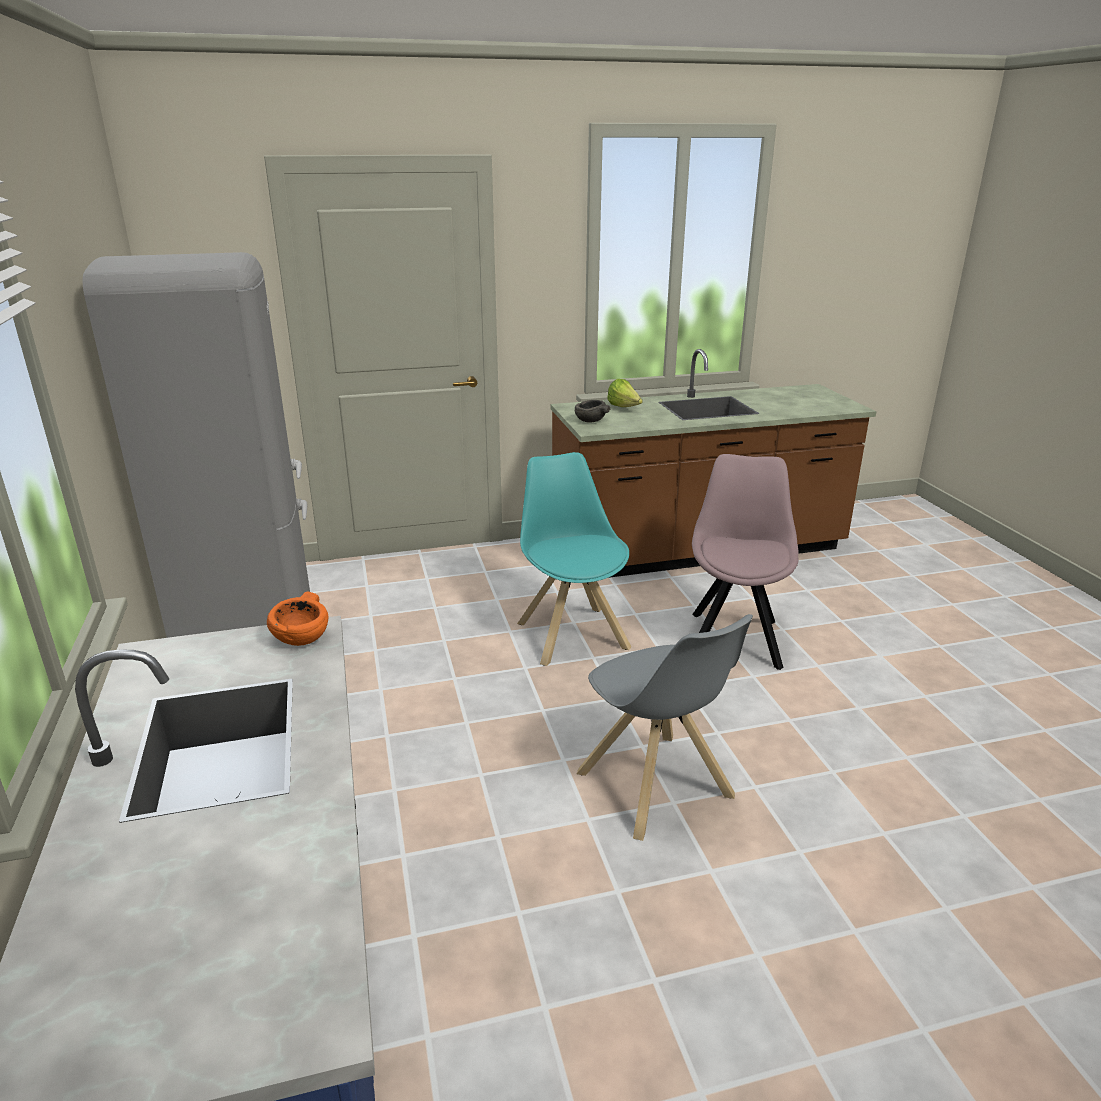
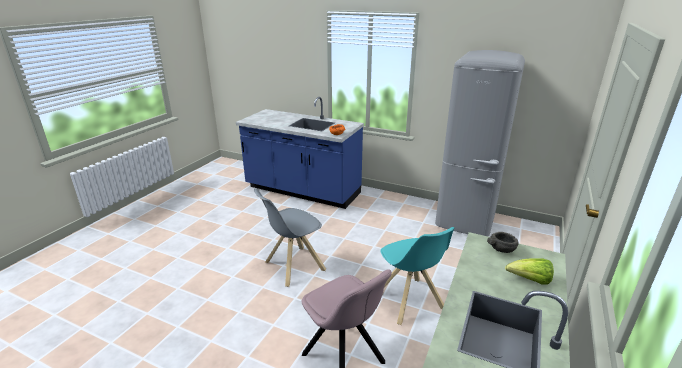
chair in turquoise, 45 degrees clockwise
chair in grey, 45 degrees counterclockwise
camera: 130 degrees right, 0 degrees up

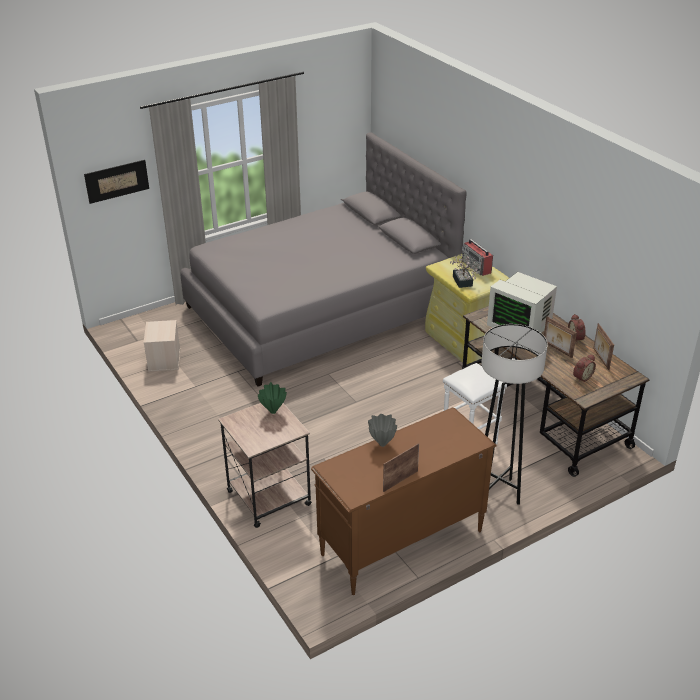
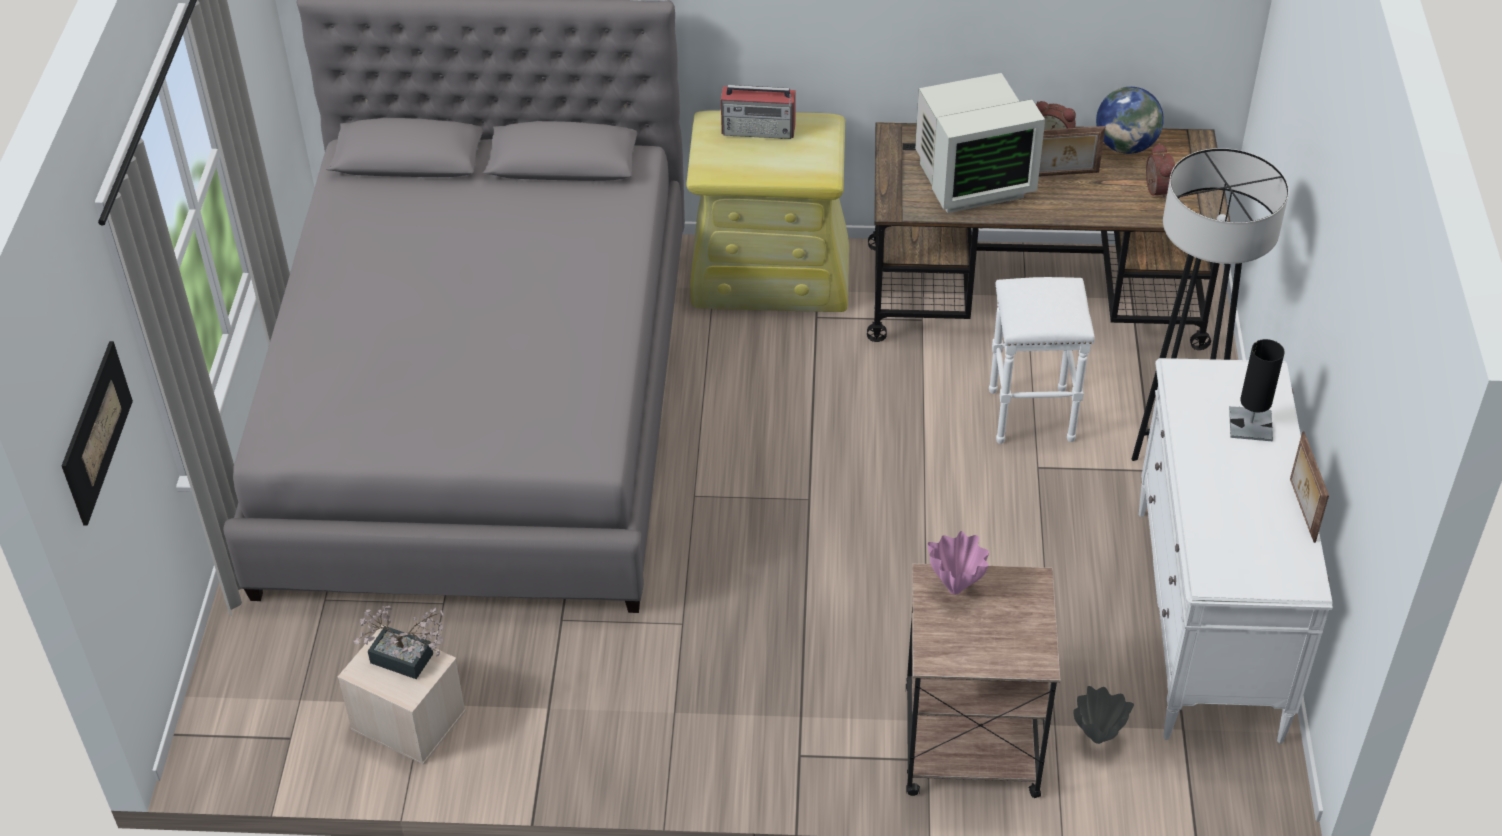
nothing => table lamp in black
vase in grey, shifted
potted plant, shifted
picture frame (no. 3 from left) => globe
vase in green => vase in pink
dresser in brown => dresser in white
camera: 55 degrees left, 10 degrees up

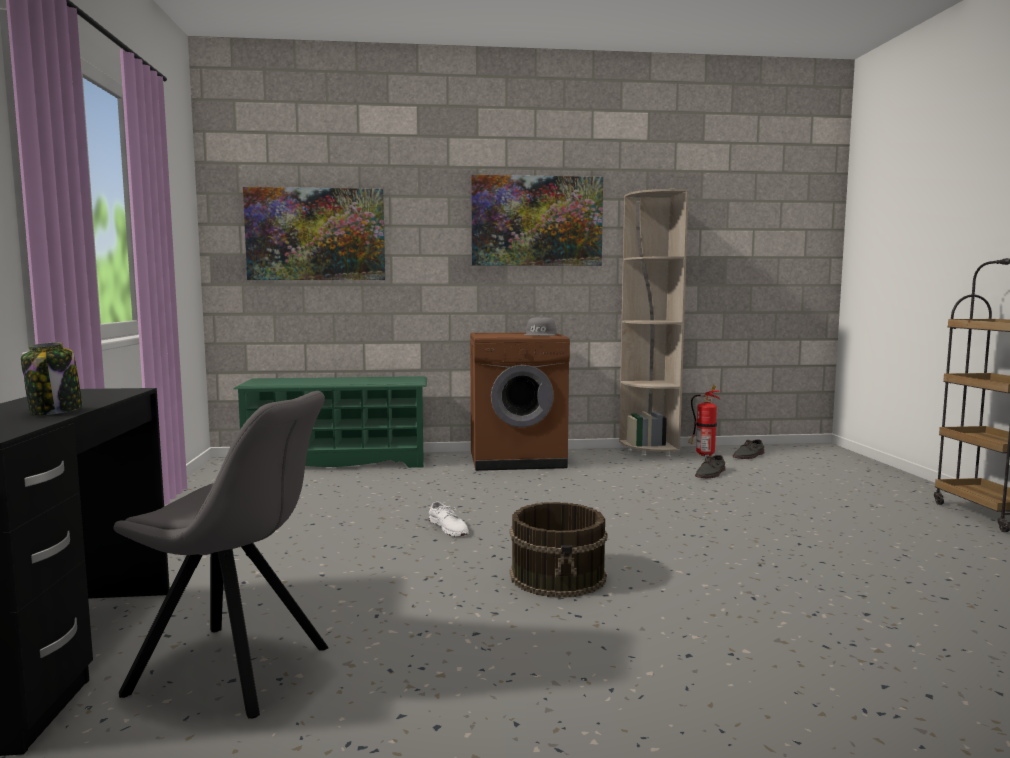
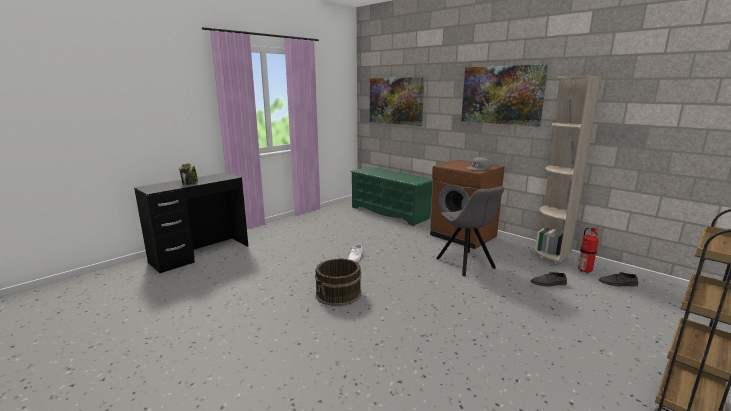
chair in grey, shifted
camera: 50 degrees right, 10 degrees up

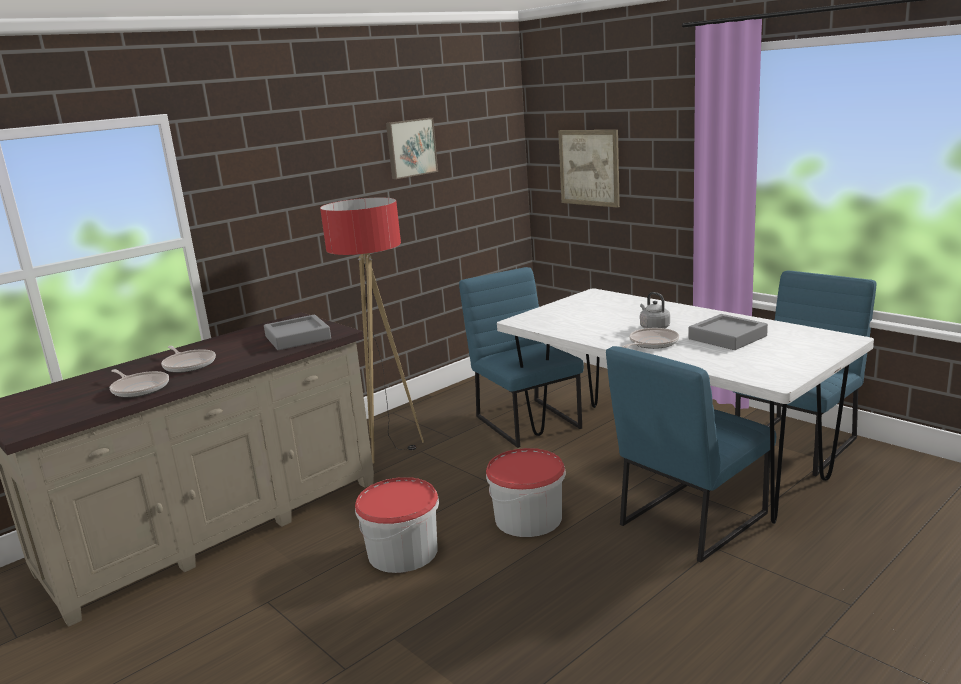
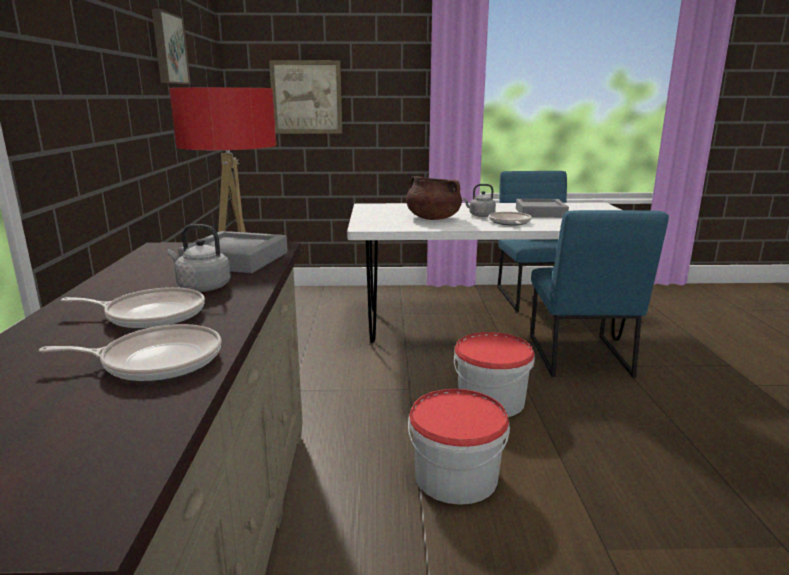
chair in blue (no. 1 from left) => nothing
nothing => kettle in grey (no. 1 from left)
nothing => cooking pot in brown
camera: 50 degrees left, 0 degrees up

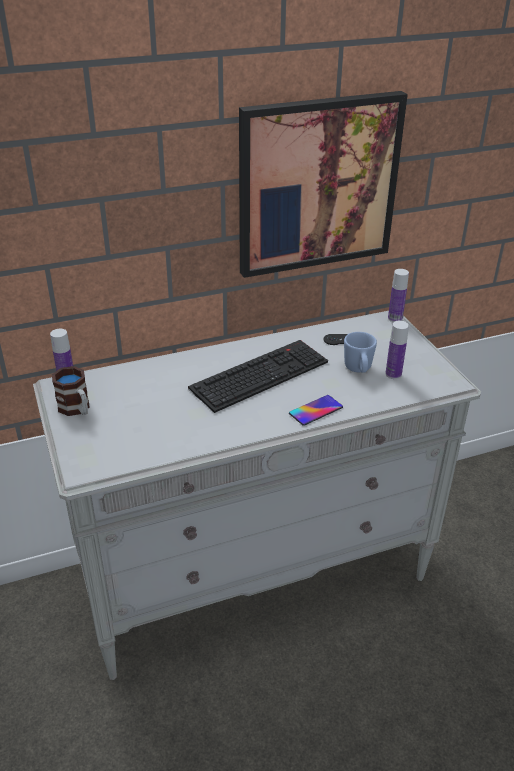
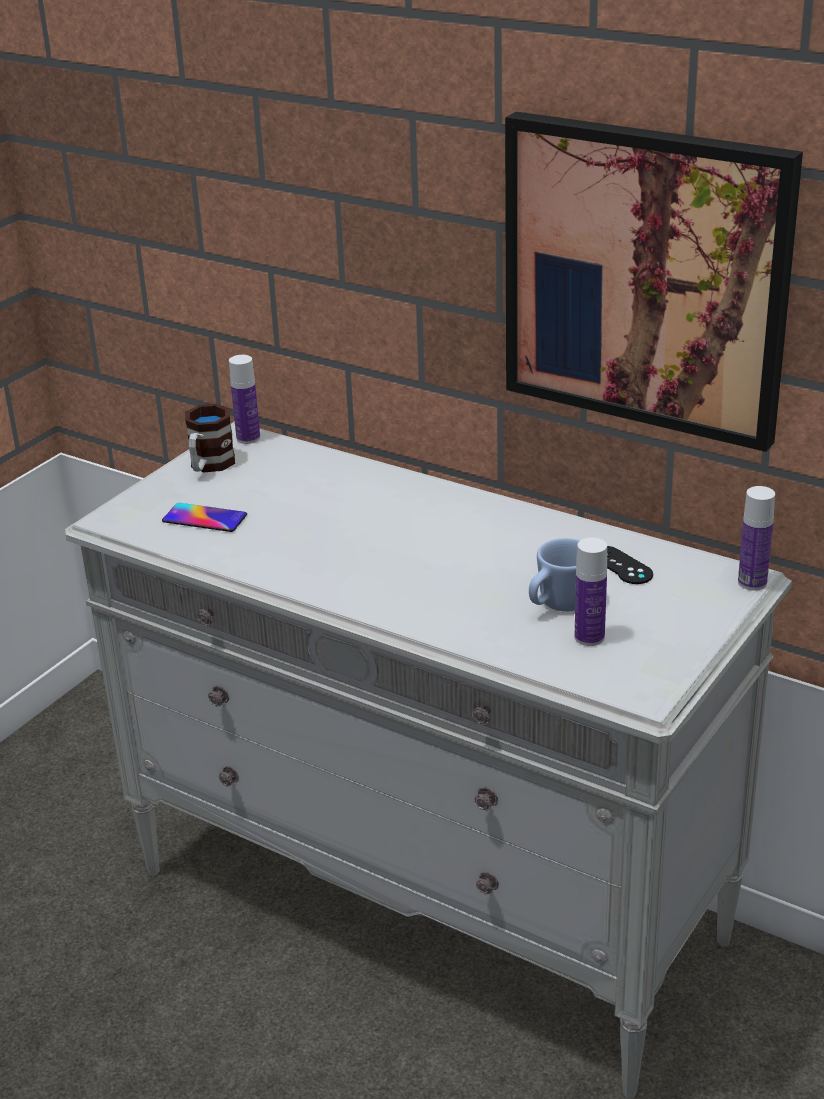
keyboard => nothing
phone, shifted
camera: 55 degrees right, 5 degrees down

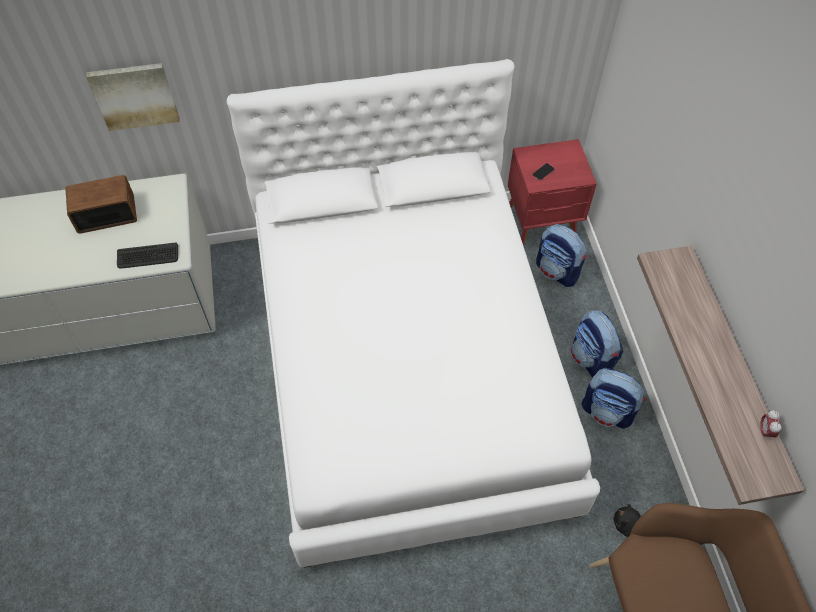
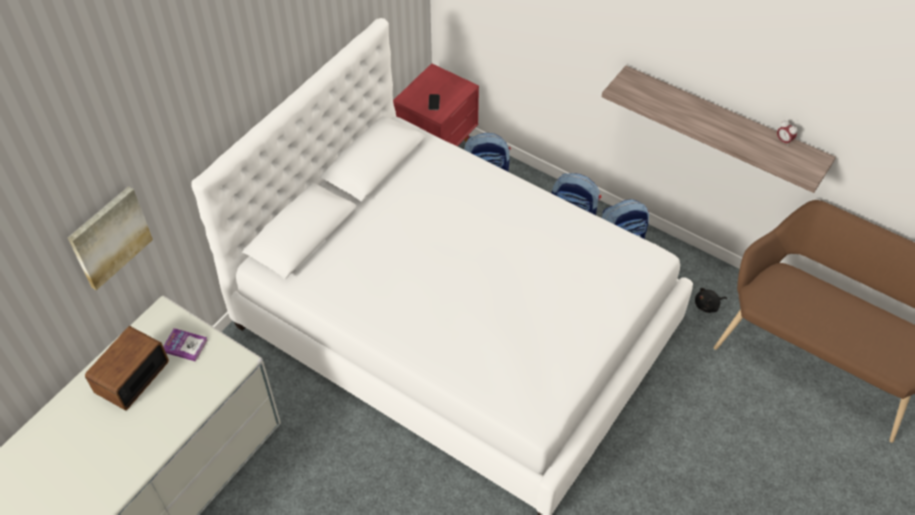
keyboard => nothing
nothing => book
camera: 45 degrees left, 5 degrees down

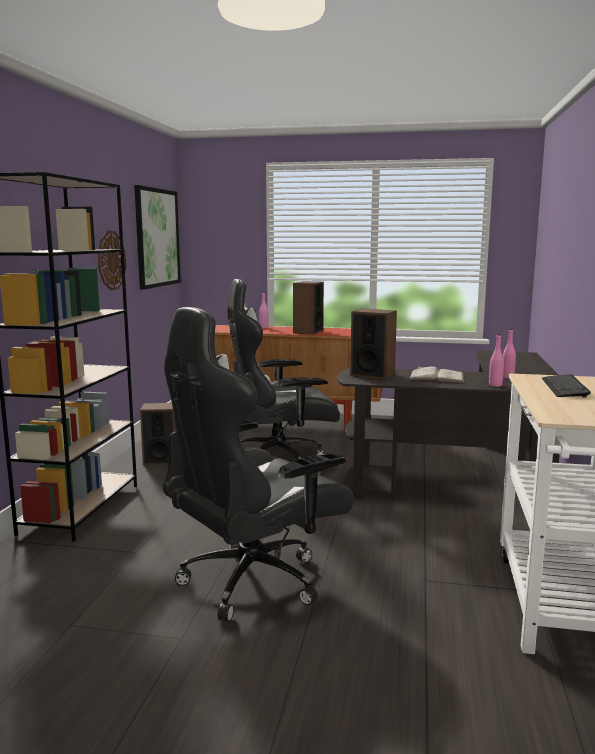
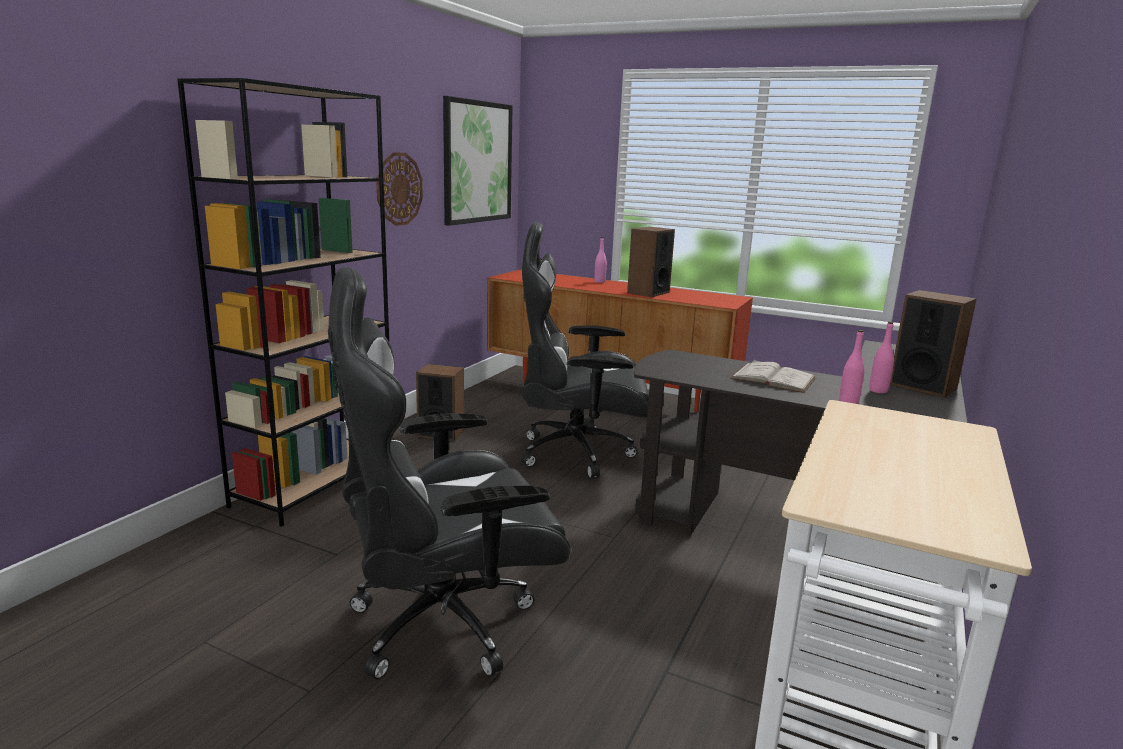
keyboard => nothing
speaker (no. 3 from left), shifted
camera: 15 degrees right, 5 degrees up

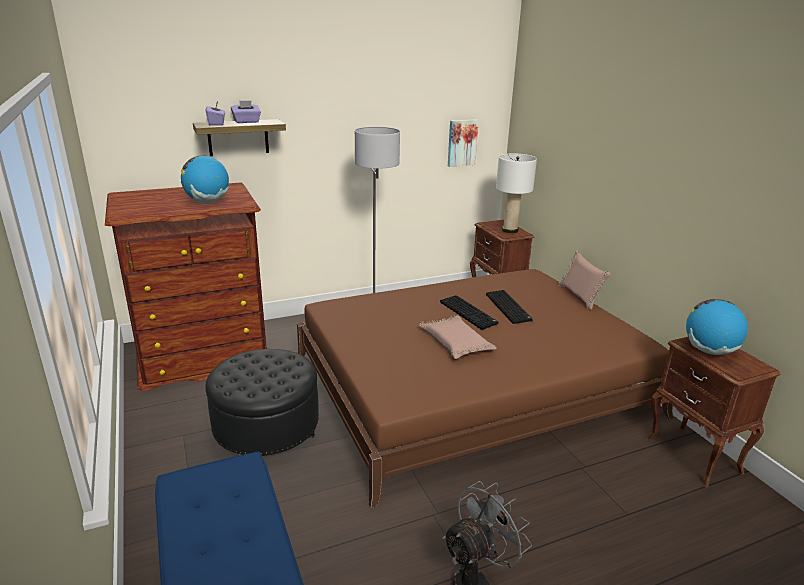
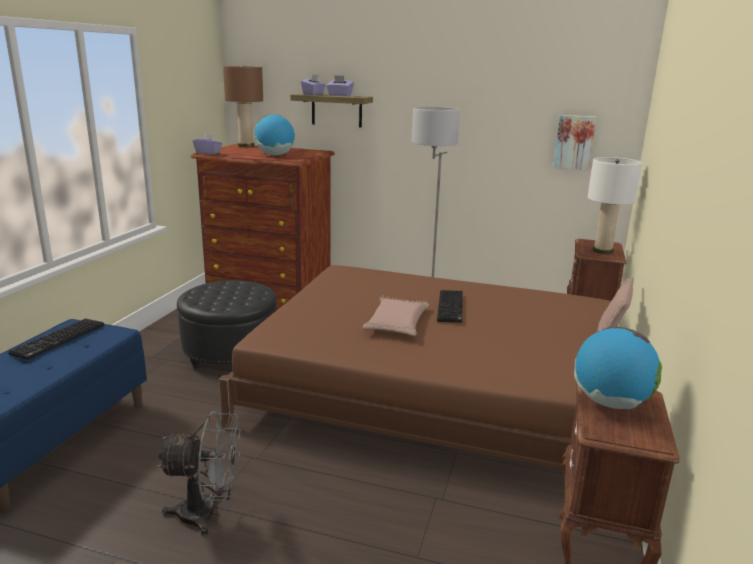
nothing => tissue box in purple (no. 1 from left)
nothing => table lamp in brown
keyboard (no. 2 from left in the first image) => keyboard (no. 1 from left), shifted
camera: 40 degrees right, 5 degrees down

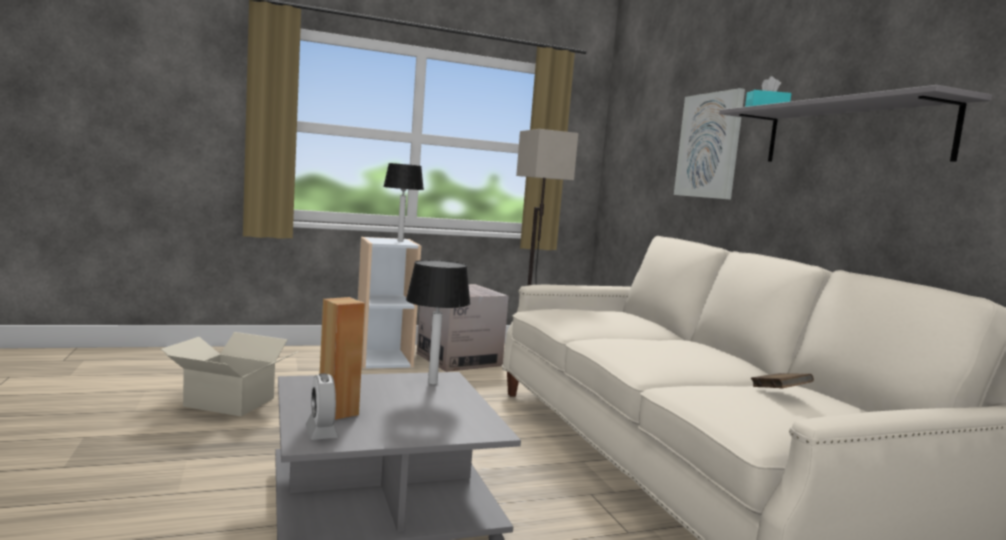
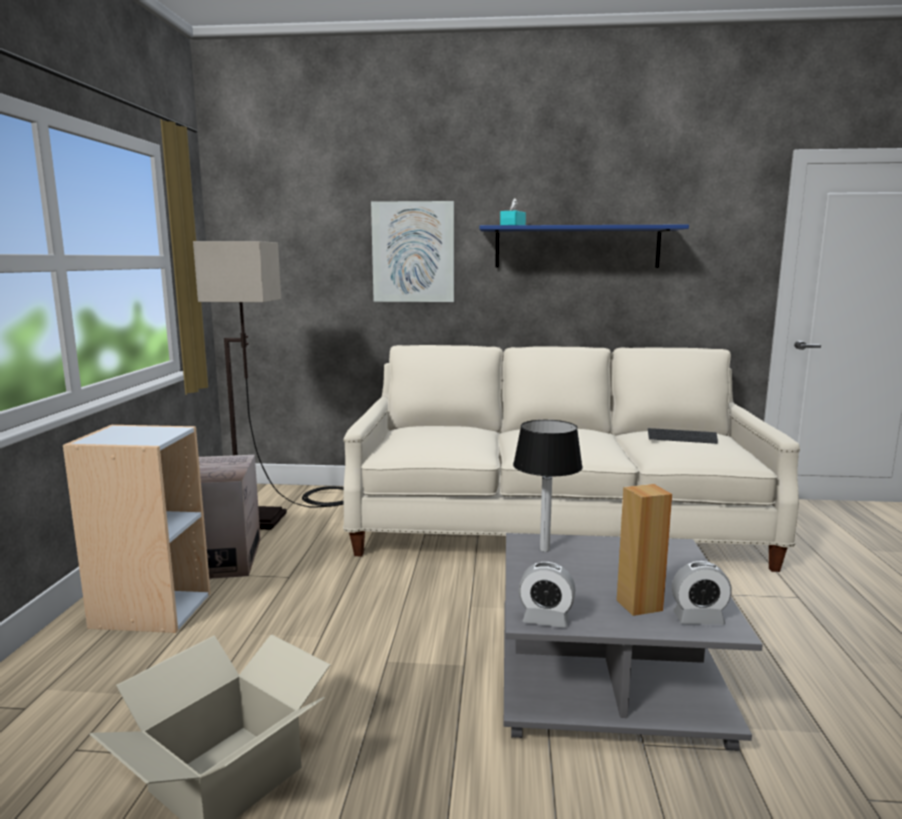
table lamp (no. 1 from left) => nothing
nothing => alarm clock (no. 1 from left)
book in brown => keyboard
shelf in grey => shelf in blue
camera: 65 degrees left, 5 degrees up

